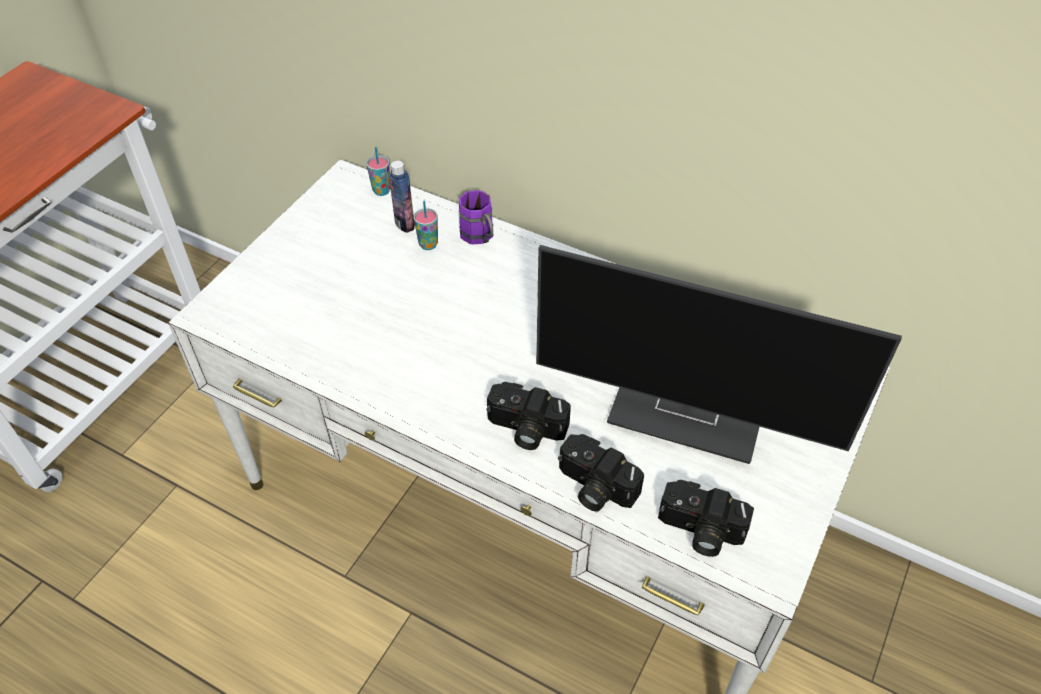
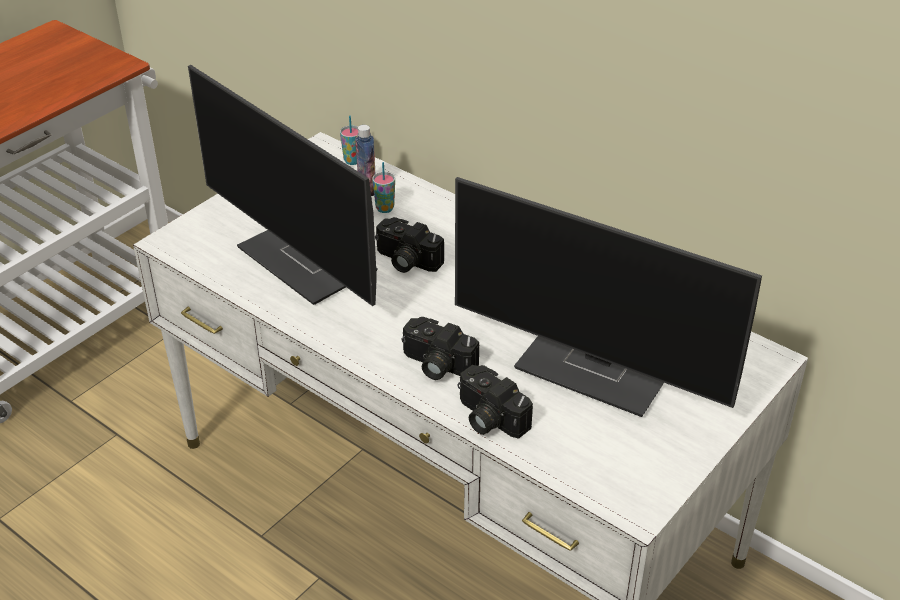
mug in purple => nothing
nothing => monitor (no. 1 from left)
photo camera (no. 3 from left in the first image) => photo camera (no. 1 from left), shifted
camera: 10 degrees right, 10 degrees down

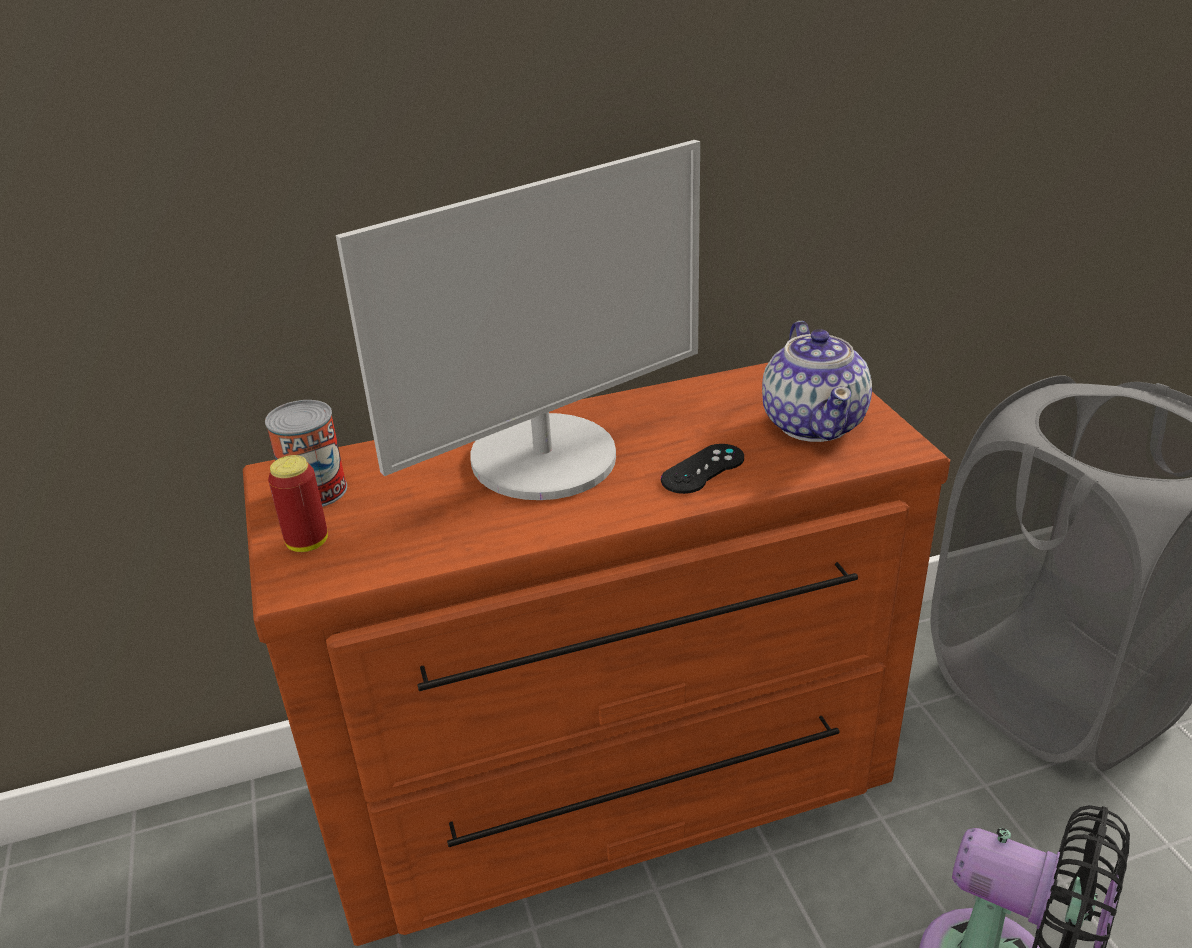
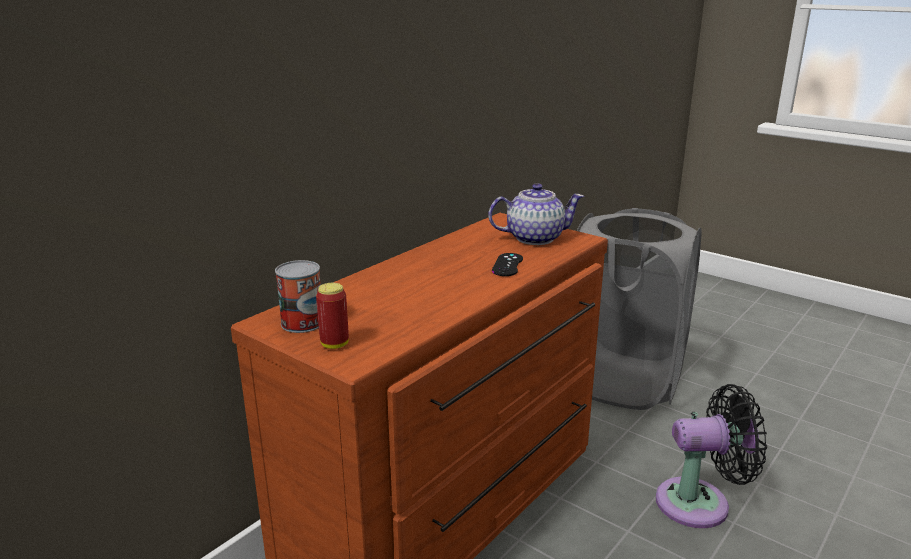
monitor => nothing
teapot, 60 degrees counterclockwise
camera: 35 degrees left, 10 degrees down

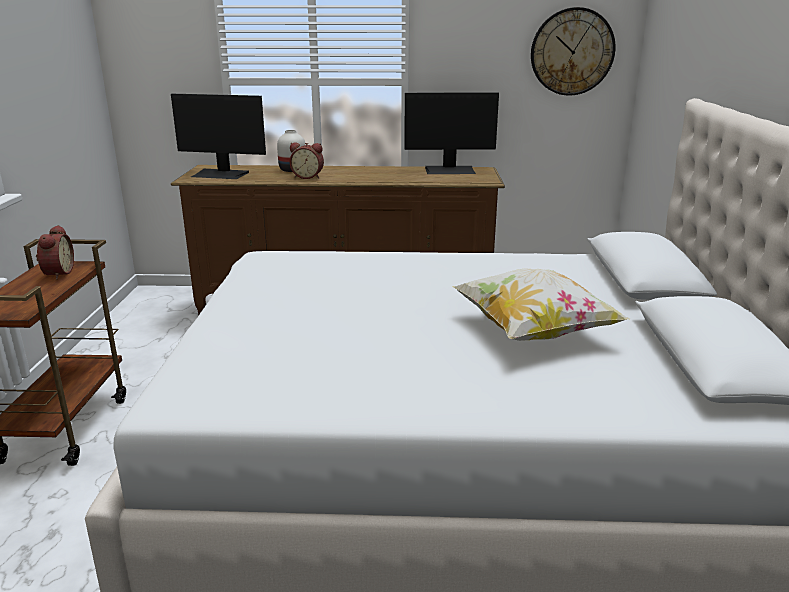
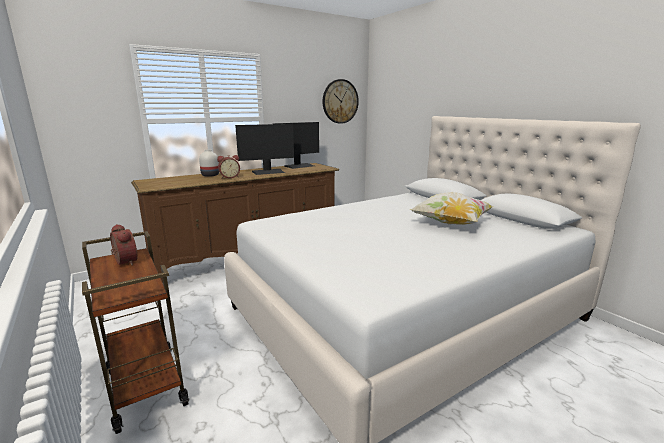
monitor (no. 1 from left), shifted
camera: 35 degrees left, 5 degrees down

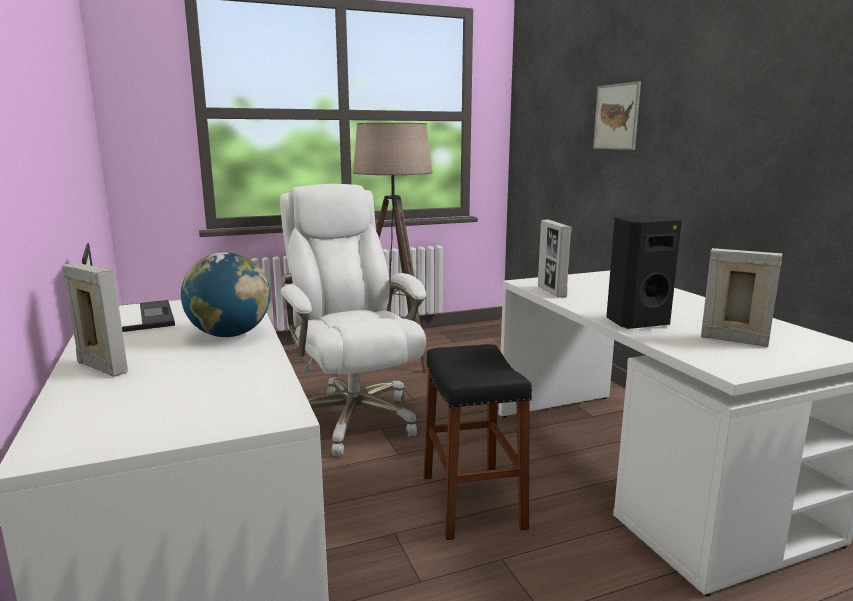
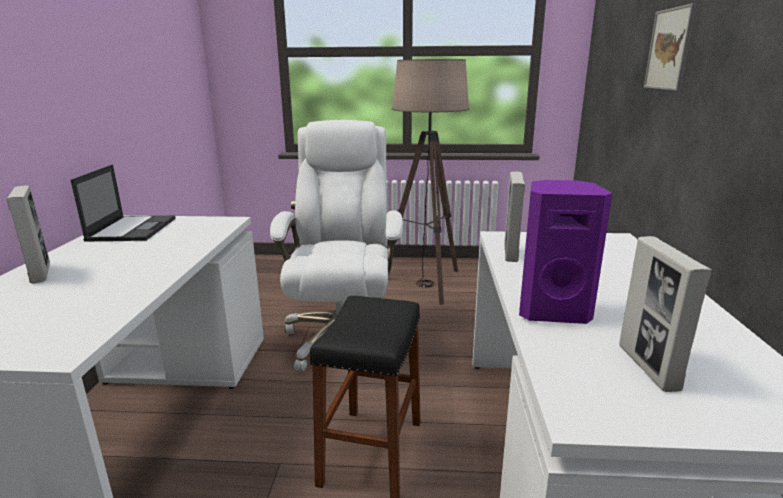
globe => nothing
speaker in black => speaker in purple
picture frame (no. 3 from left), 150 degrees counterclockwise
camera: 25 degrees right, 5 degrees up

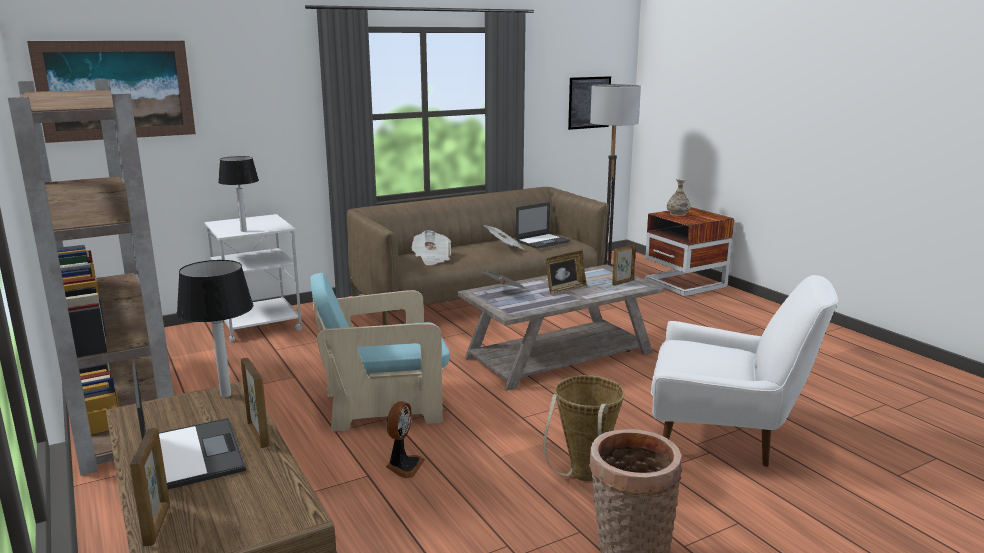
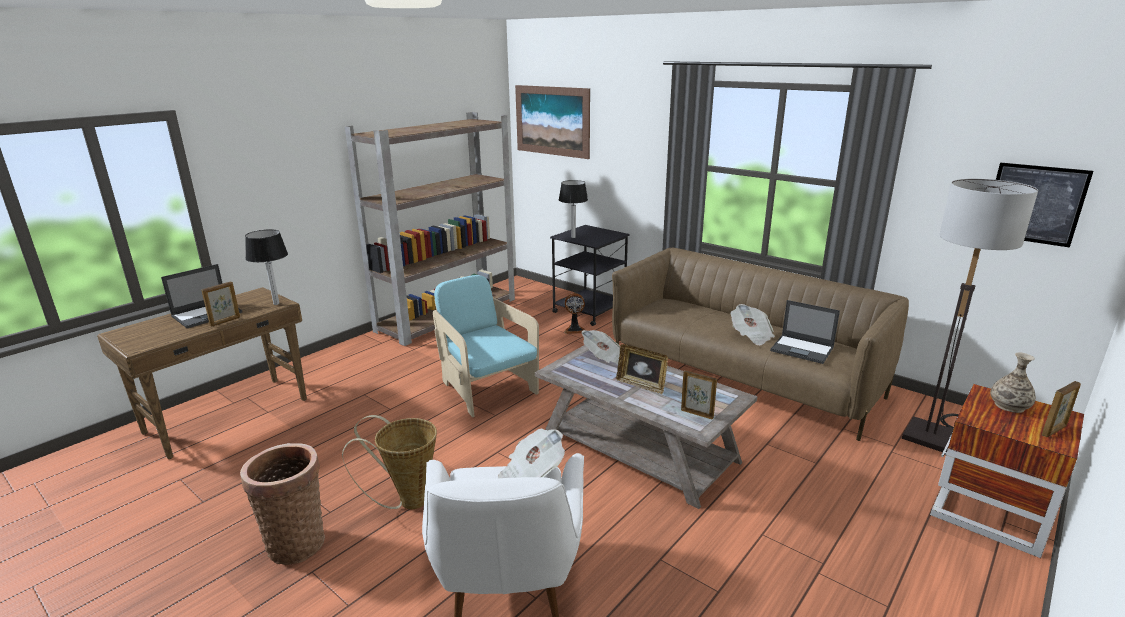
picture frame (no. 1 from left in the first image) => picture frame (no. 4 from left), shifted
fan, shifted
newspaper (no. 1 from left), shifted
cart in white => cart in black
camera: 70 degrees right, 5 degrees up

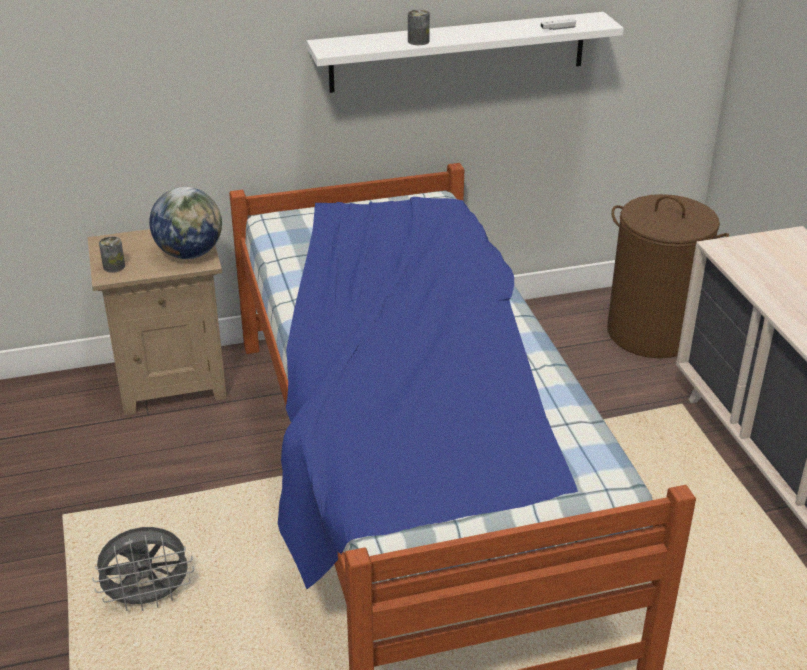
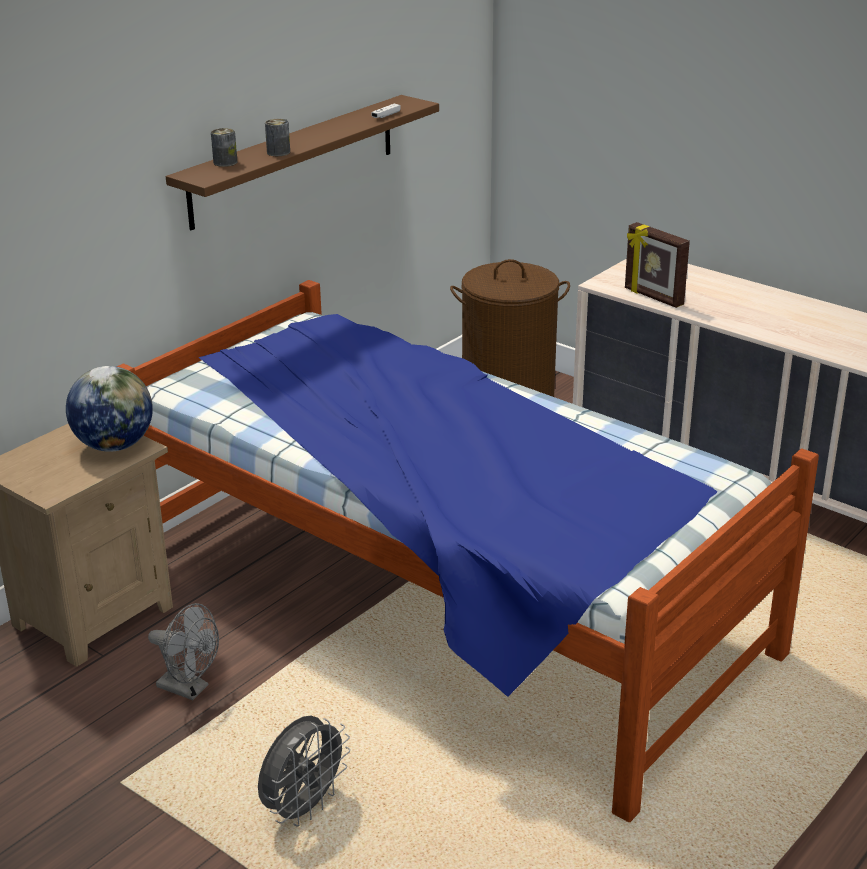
nothing => fan in grey (no. 1 from left)
nothing => picture frame
can (no. 1 from left), shifted
shelf in white => shelf in brown
camera: 35 degrees left, 5 degrees down

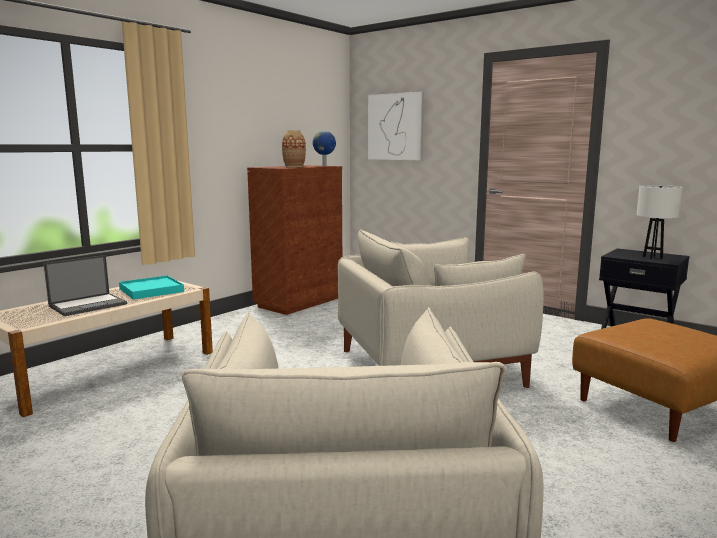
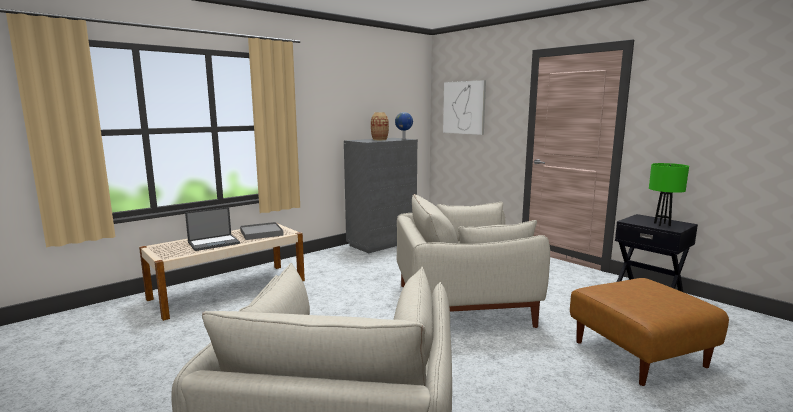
tray in turquoise => tray in grey
dresser in brown => dresser in grey
table lamp in white => table lamp in green
camera: 10 degrees right, 0 degrees up

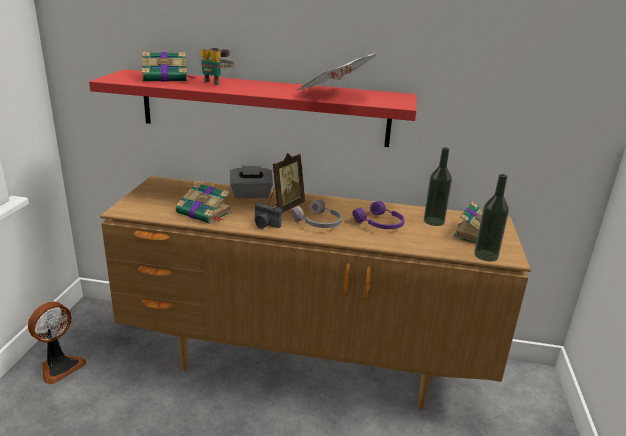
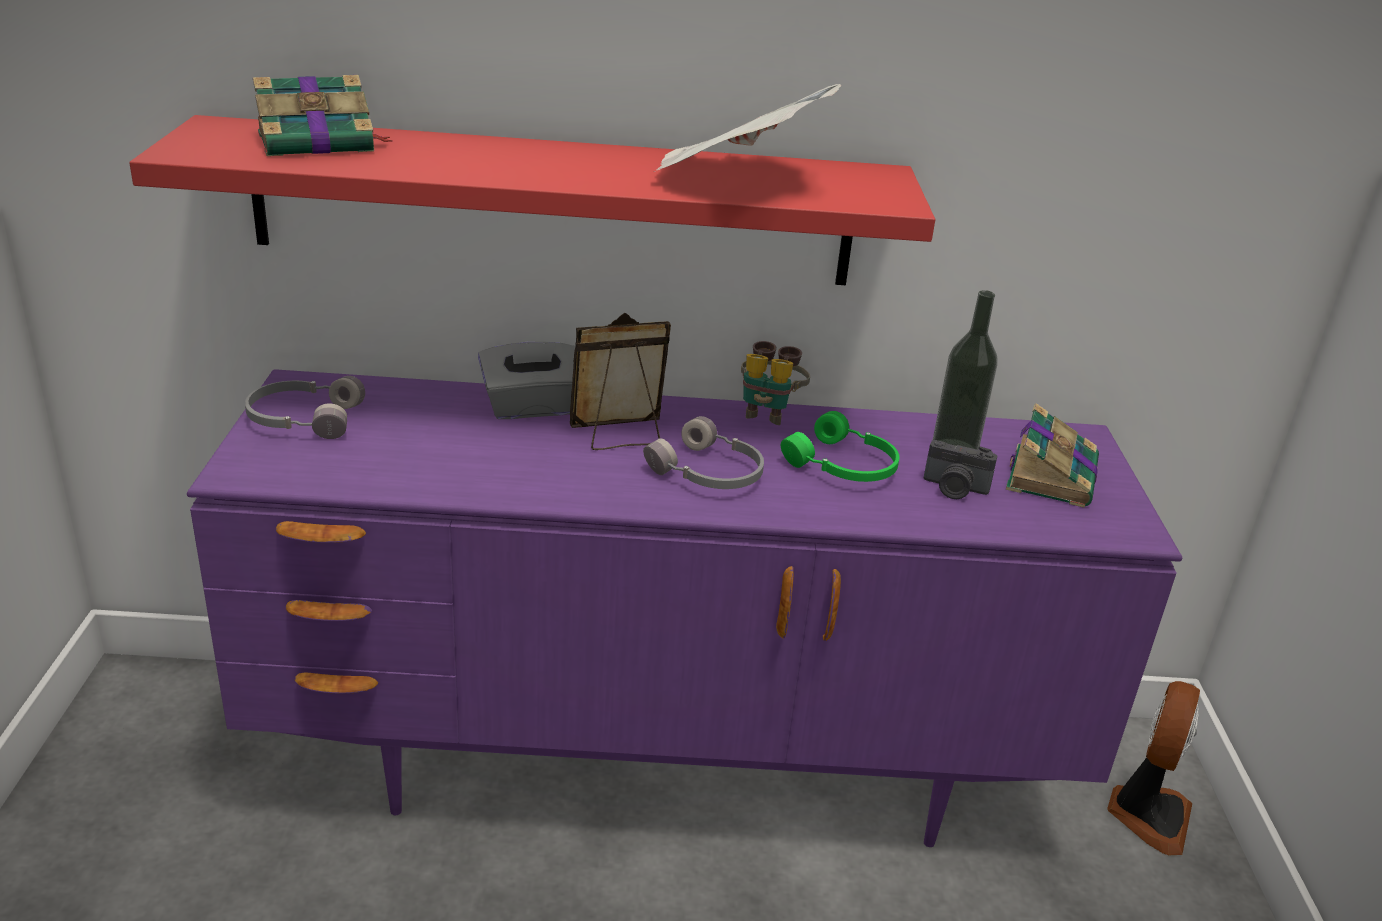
book (no. 2 from left) => nothing
bottle (no. 2 from left) => nothing
nothing => headphones in grey (no. 1 from left)
fan, shifted
binoculars, shifted
photo camera, shifted
dresser in brown => dresser in purple
headphones in purple => headphones in green
picture frame, 135 degrees counterclockwise
camera: 10 degrees left, 5 degrees up

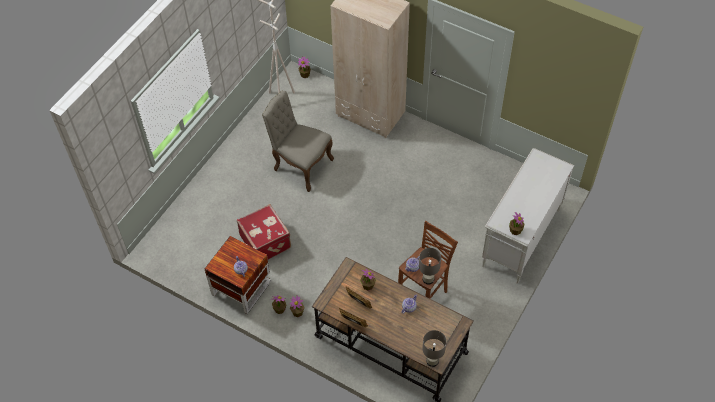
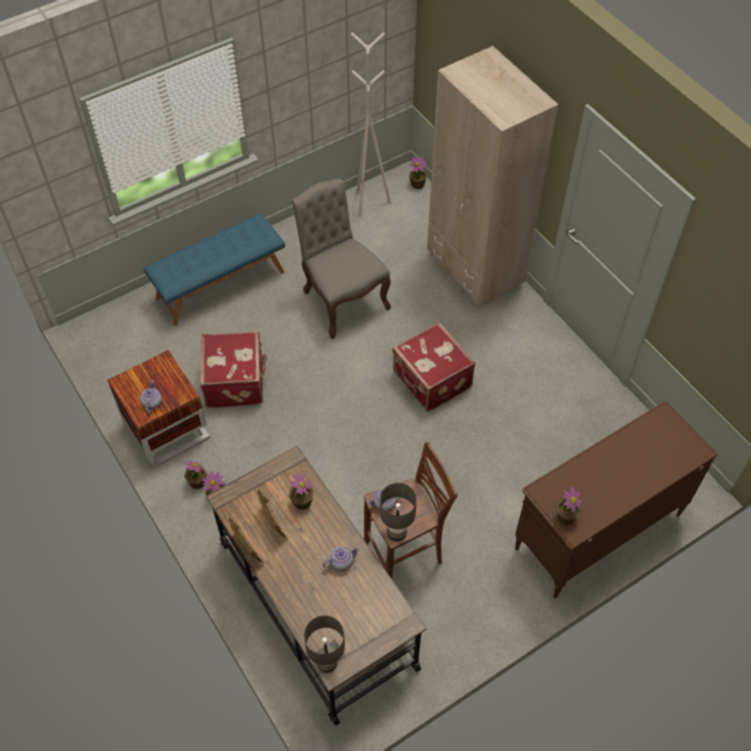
nothing => bench in blue
nothing => suitcase in red (no. 2 from left)
dresser in white => dresser in brown
camera: 25 degrees right, 0 degrees up

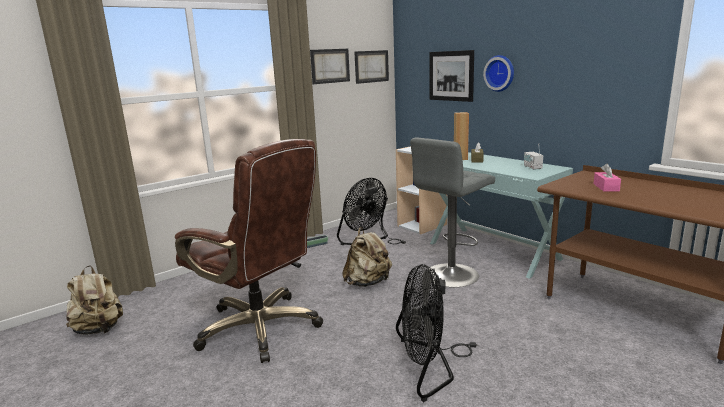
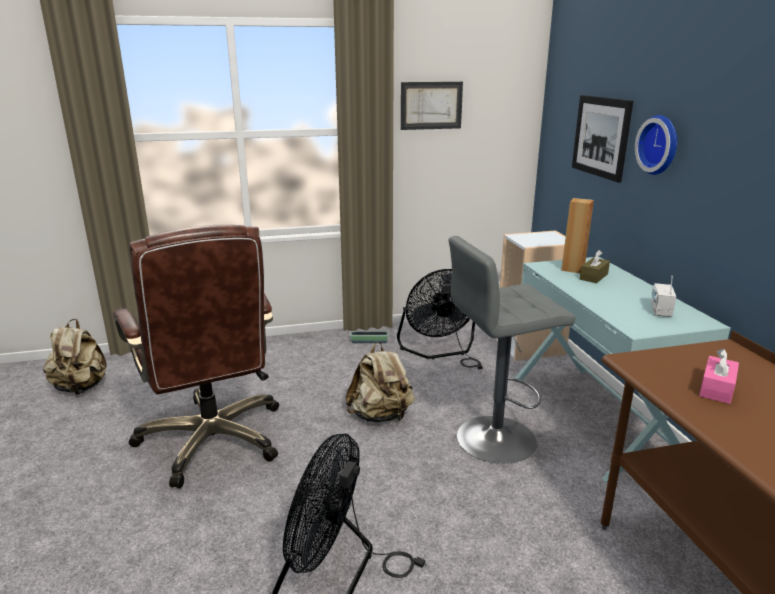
picture (no. 2 from left) => nothing
camera: 25 degrees right, 5 degrees up

